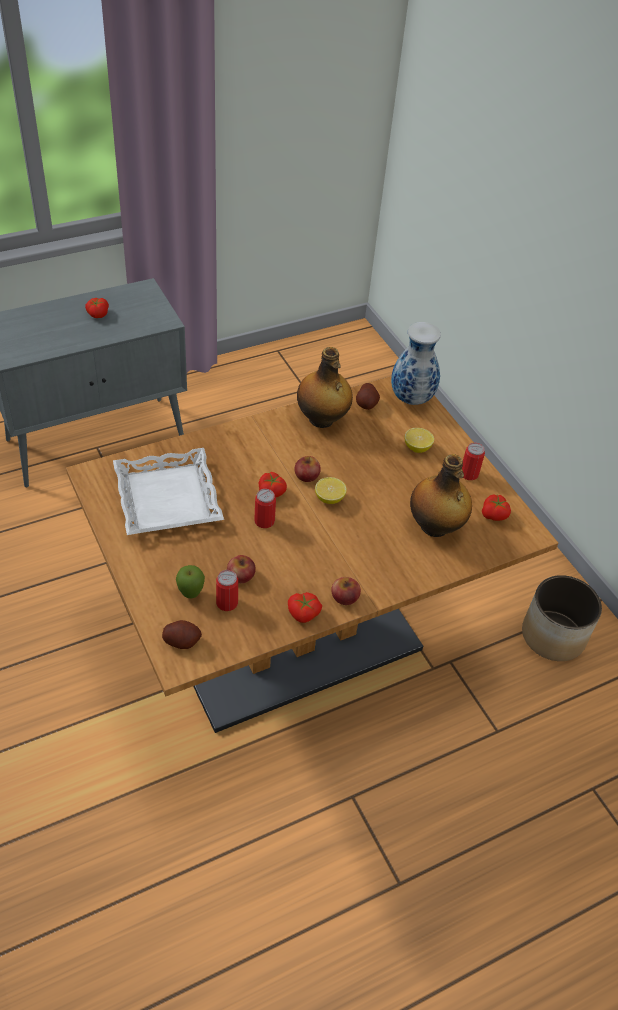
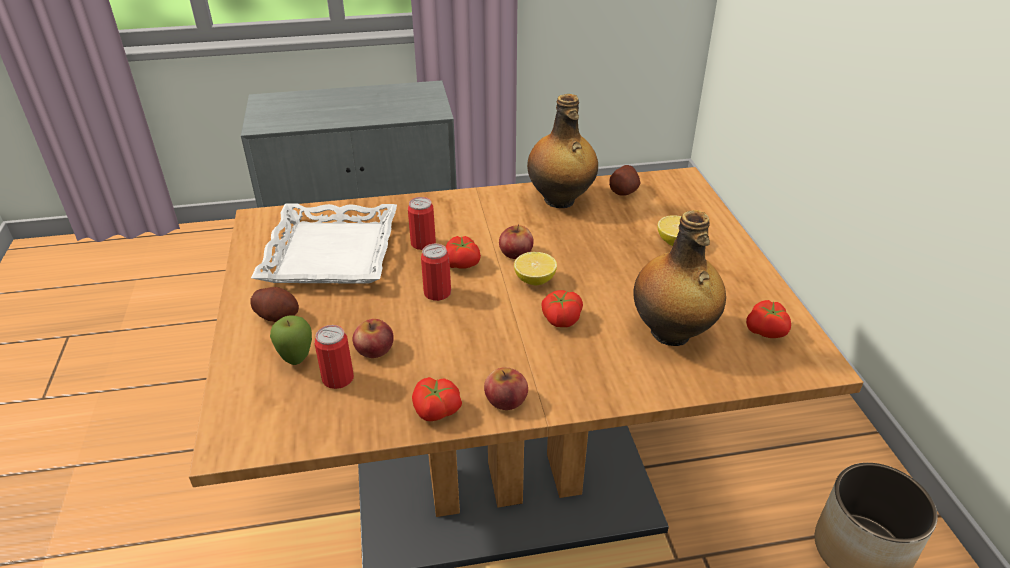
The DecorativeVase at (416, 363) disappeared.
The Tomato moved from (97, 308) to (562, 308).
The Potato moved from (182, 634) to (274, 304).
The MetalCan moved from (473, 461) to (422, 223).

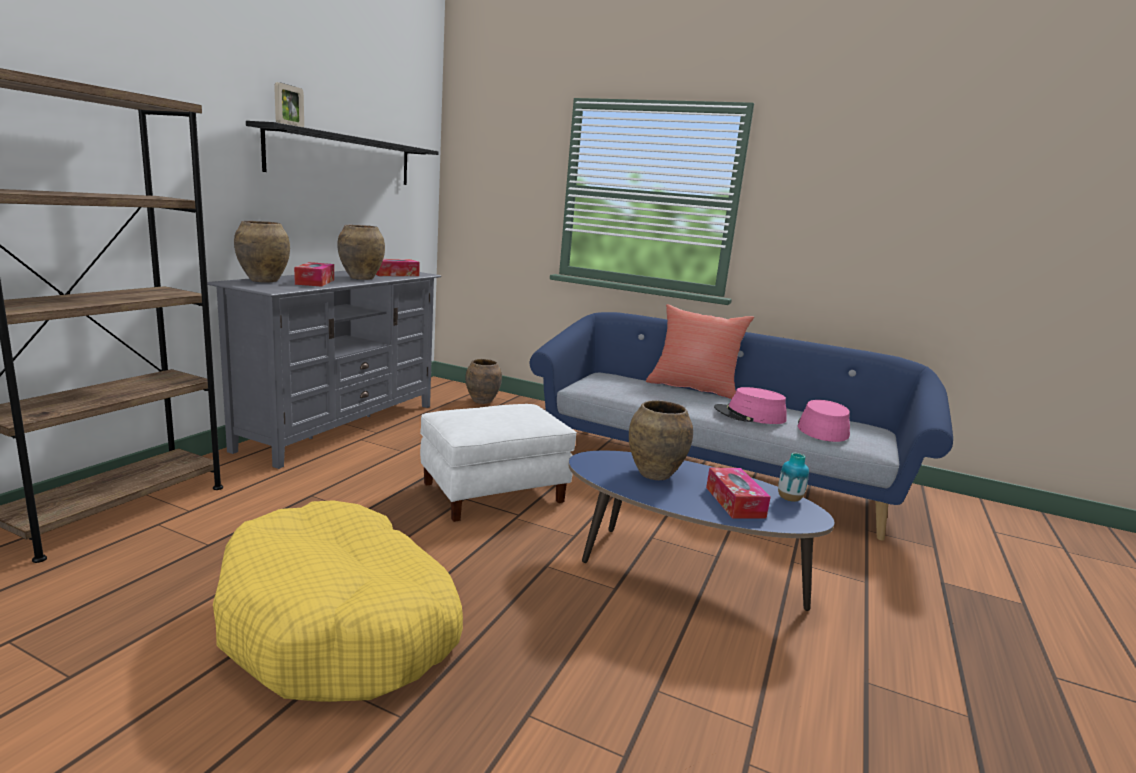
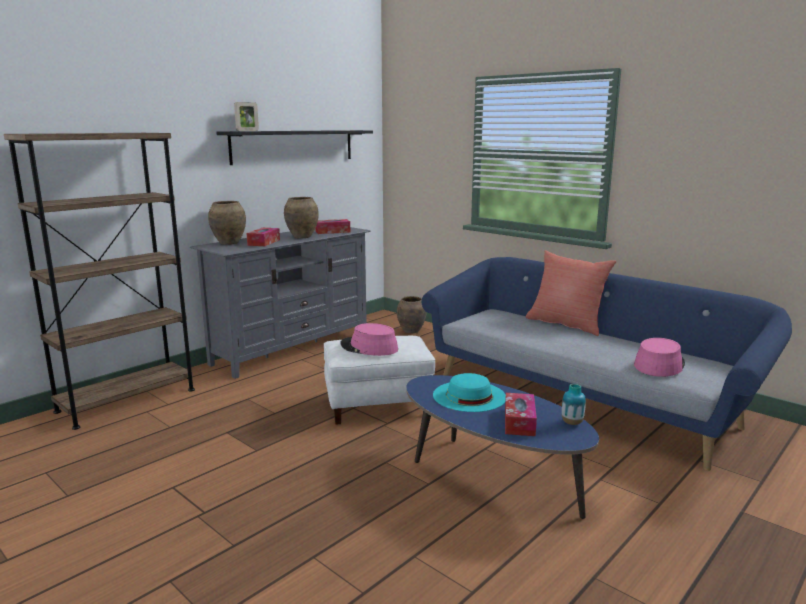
The YellowColouredPetBed at (338, 601) disappeared.
The PinkishClothingHat moved from (750, 405) to (369, 339).
The BrownishDecorativeVase at (661, 440) was replaced by the TurquoiseColouredClothingHat at (469, 392).

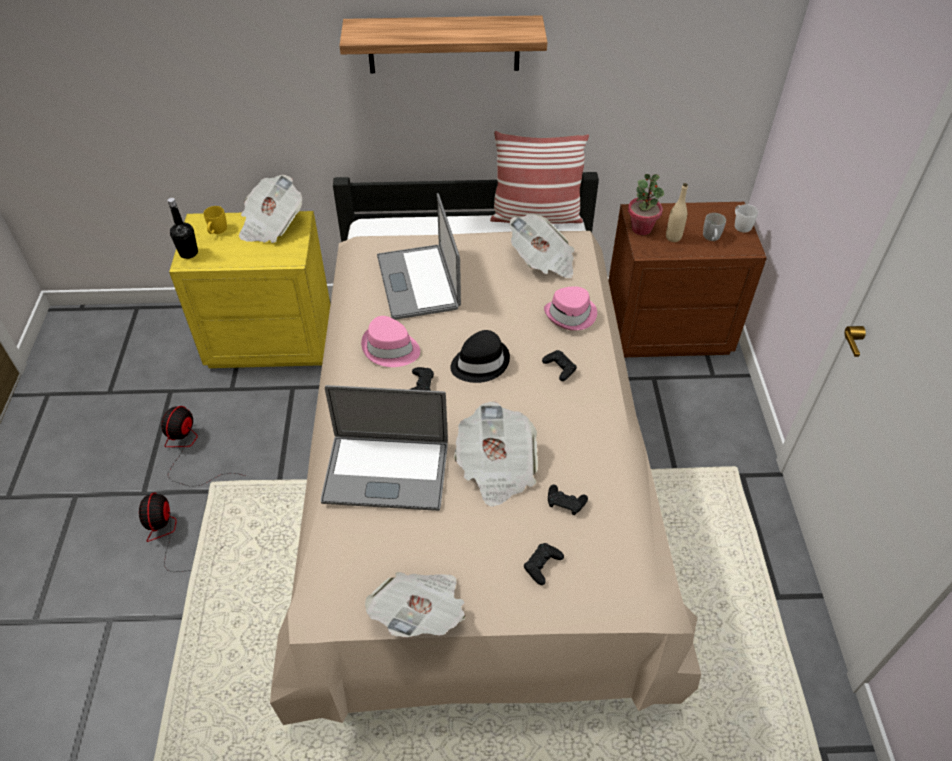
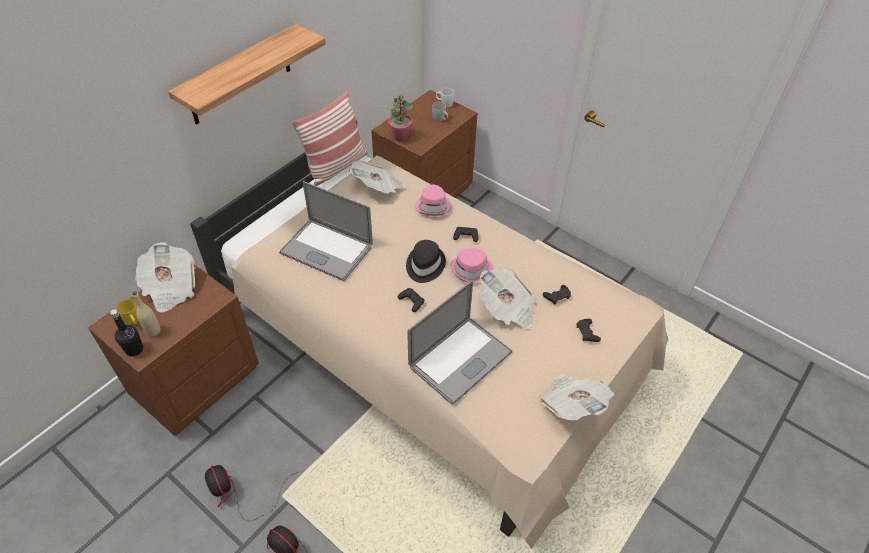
The PinkishClothingHat moved from (390, 341) to (471, 265).
The BeigeColouredBottle moved from (677, 212) to (146, 314).
The YellowColouredBedsideTable at (249, 289) became the BrownishBedsideTable at (173, 350).

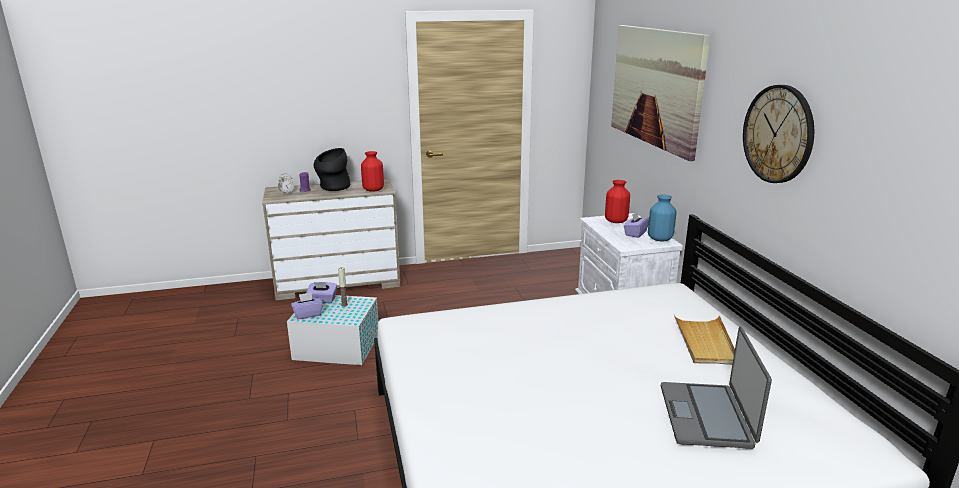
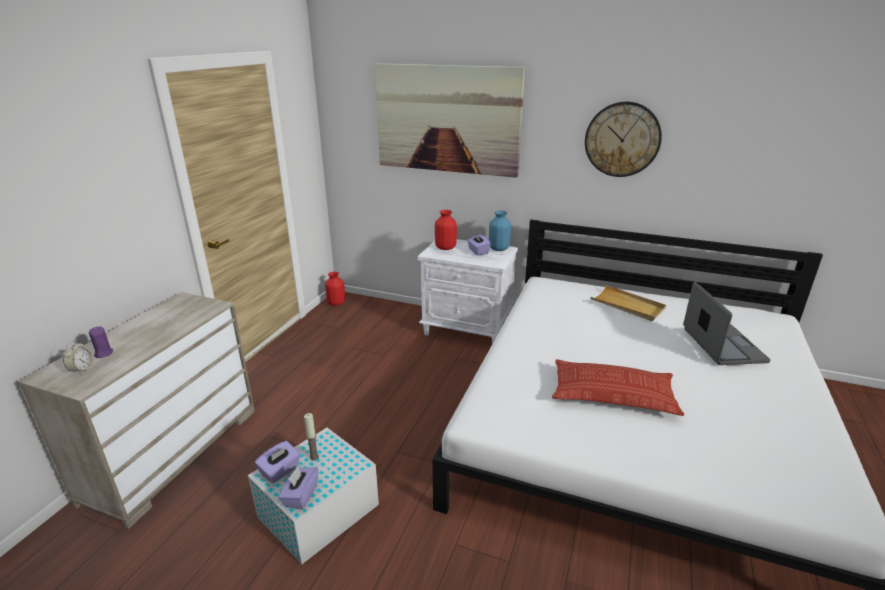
The BlackColouredDecorativeVase at (332, 169) disappeared.
The Pillow at (618, 387) appeared.
The RedDecorativeVase moved from (372, 171) to (335, 289).
The Laptop at (716, 388) turned 135 degrees counterclockwise.

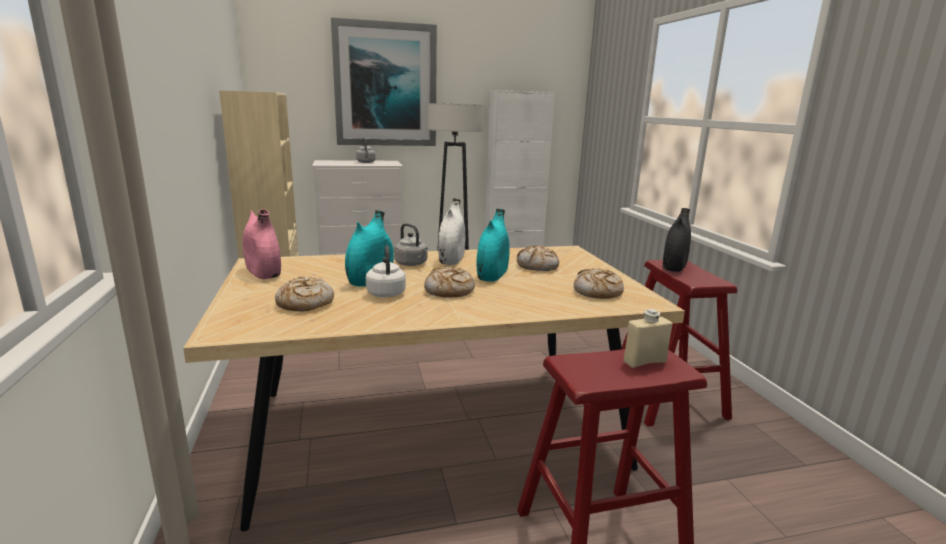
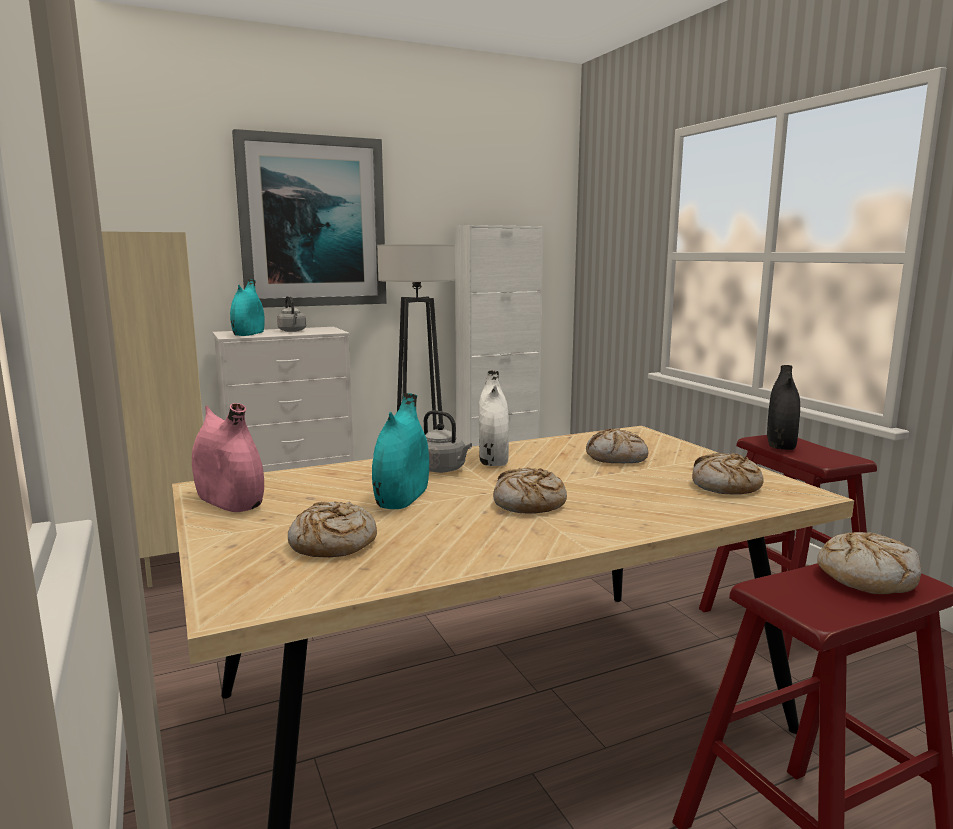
The WhitishTeaKettle at (386, 271) disappeared.
The TurquoiseColouredDecorativeVase moved from (493, 245) to (247, 307).
The BeigeColouredBottle at (648, 338) was replaced by the Bread at (869, 563).

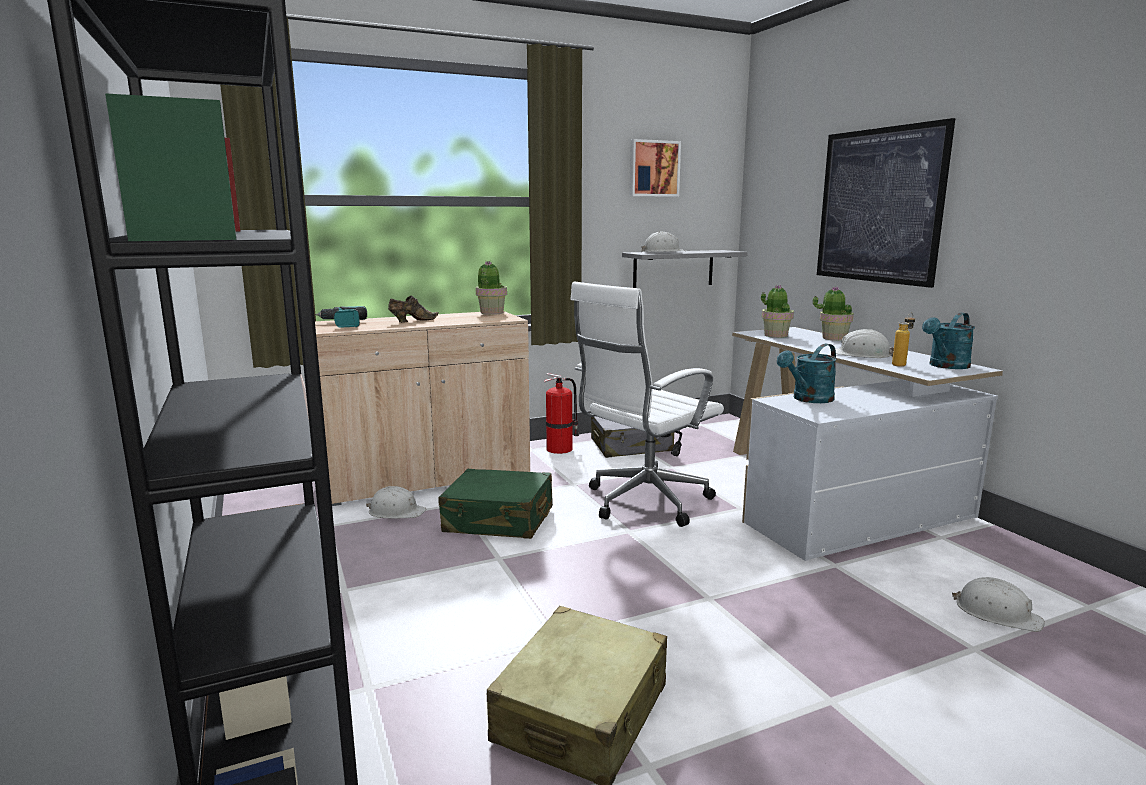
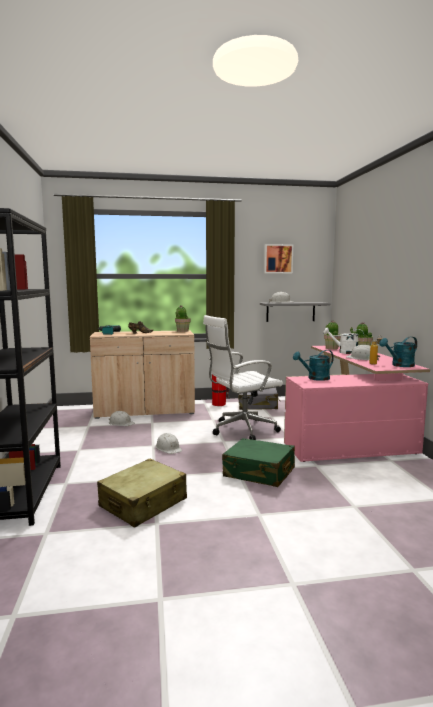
The Picture at (886, 203) disappeared.
The WhitishWateringCan at (343, 340) appeared.
The GreenishTravelCase moved from (495, 504) to (258, 462).
The WhitishHardHat moved from (998, 604) to (168, 443).
The WhitishDesk at (867, 444) became the PinkishDesk at (357, 404).

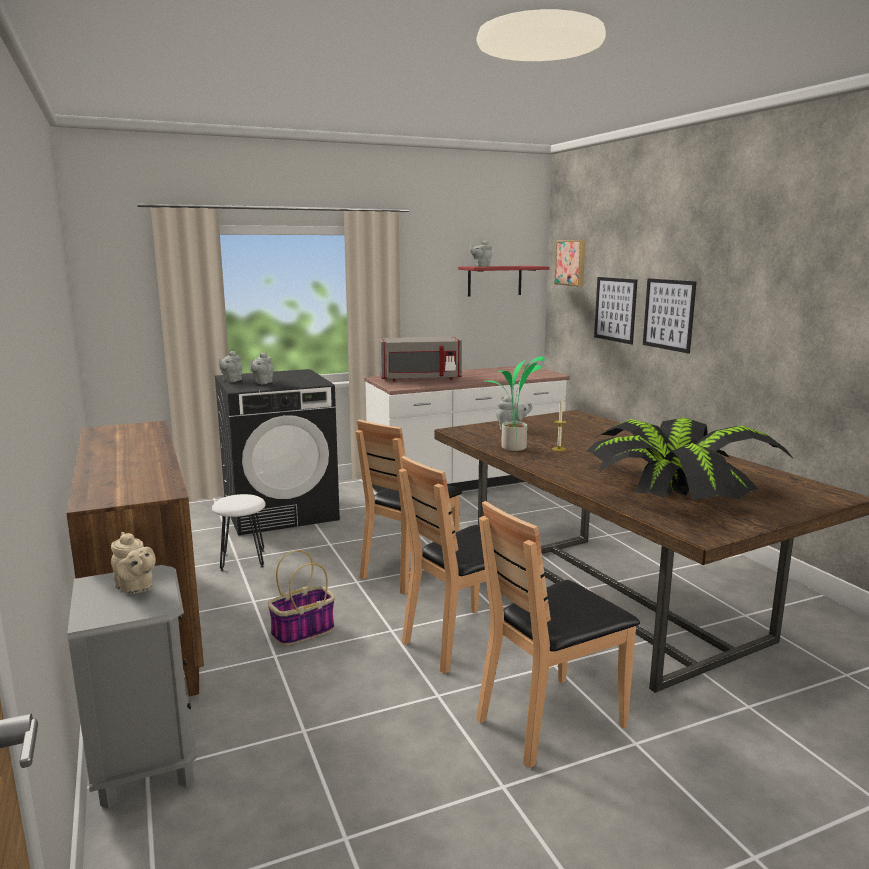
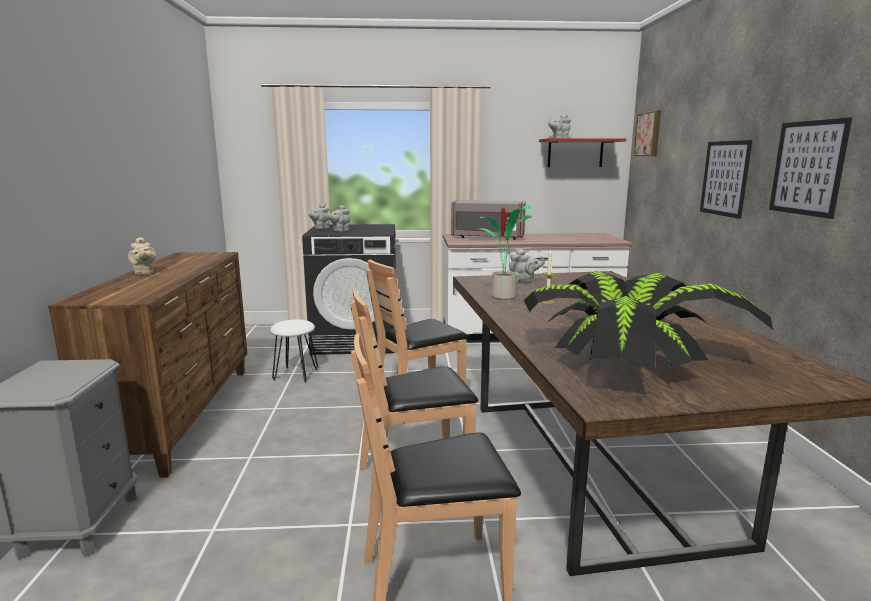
The StorageBasket at (301, 598) disappeared.
The BeigeColouredTeaPot moved from (133, 563) to (142, 255).
The Picture moved from (615, 310) to (810, 168).

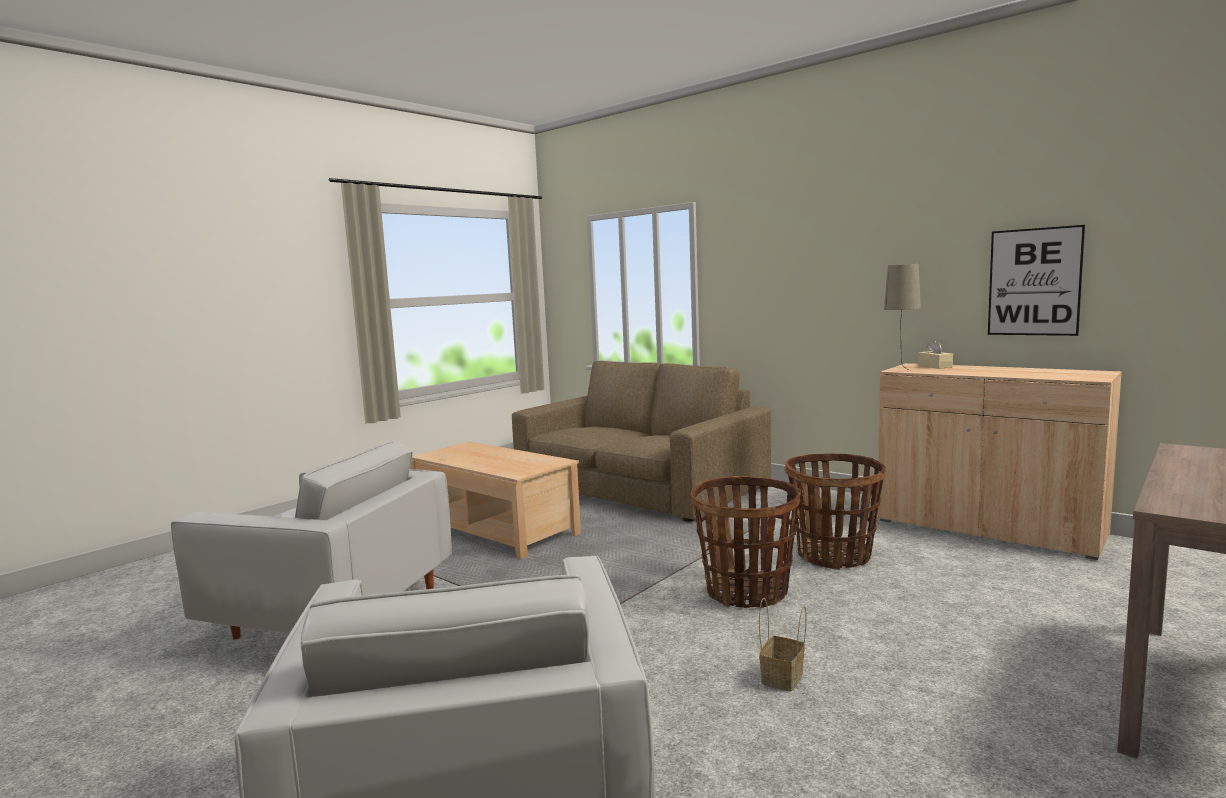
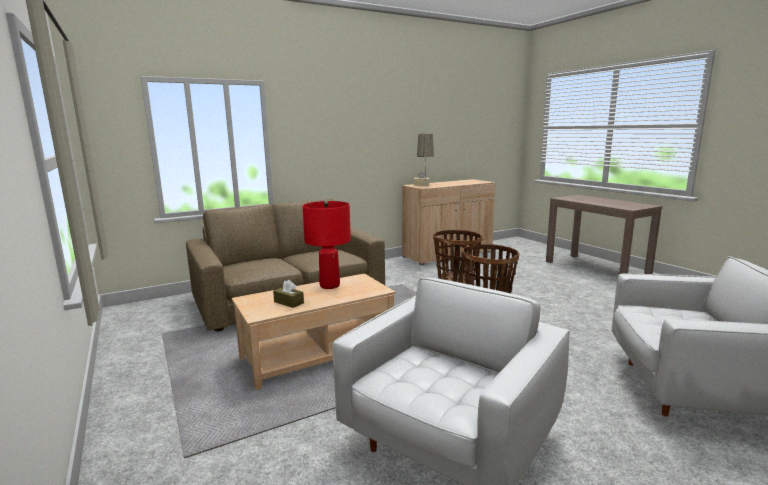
The StorageBasket at (783, 645) disappeared.
The Picture at (1036, 280) disappeared.
The BrownishTissueBox at (288, 294) appeared.
The RedTableLamp at (326, 245) appeared.

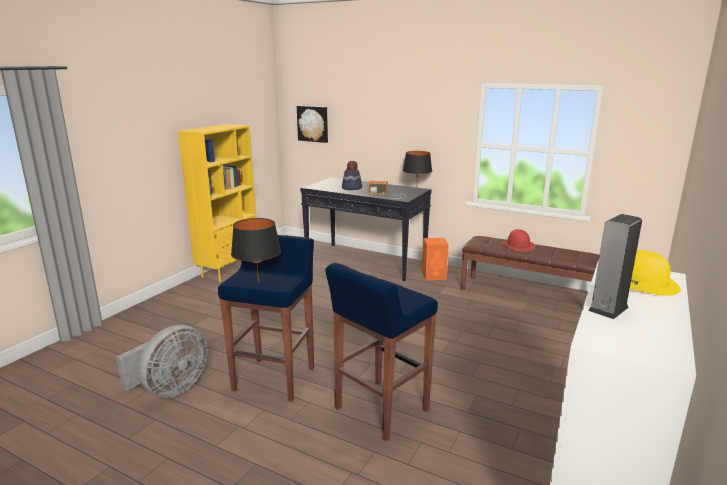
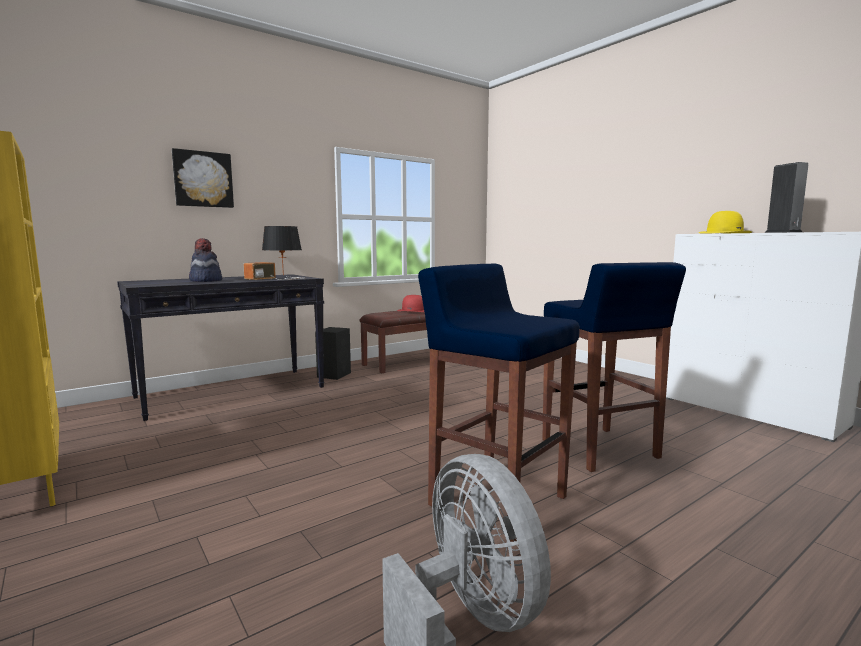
The BlackColouredTableLamp at (256, 250) disappeared.
The Picture moved from (312, 124) to (203, 178).
The OrangeColouredAudioSpeaker at (435, 259) became the BlackColouredAudioSpeaker at (333, 353).

